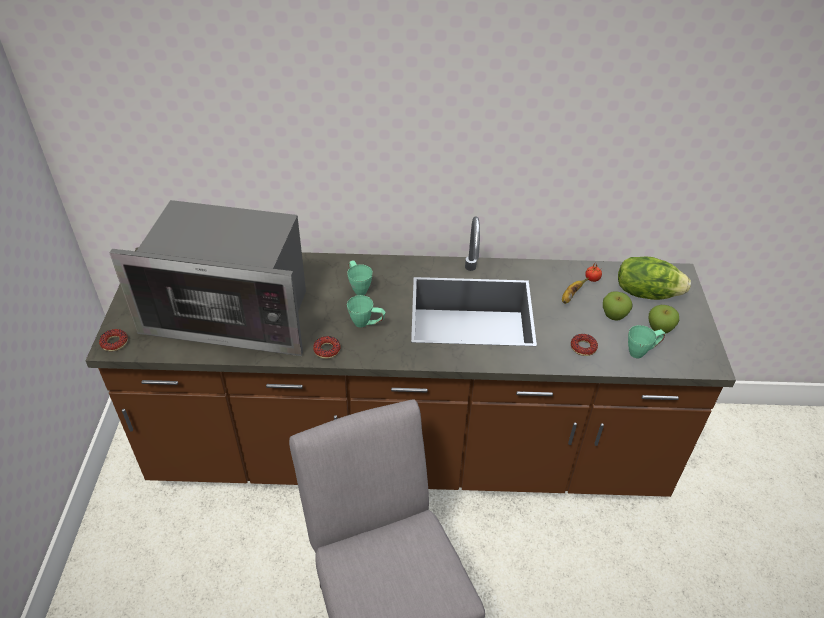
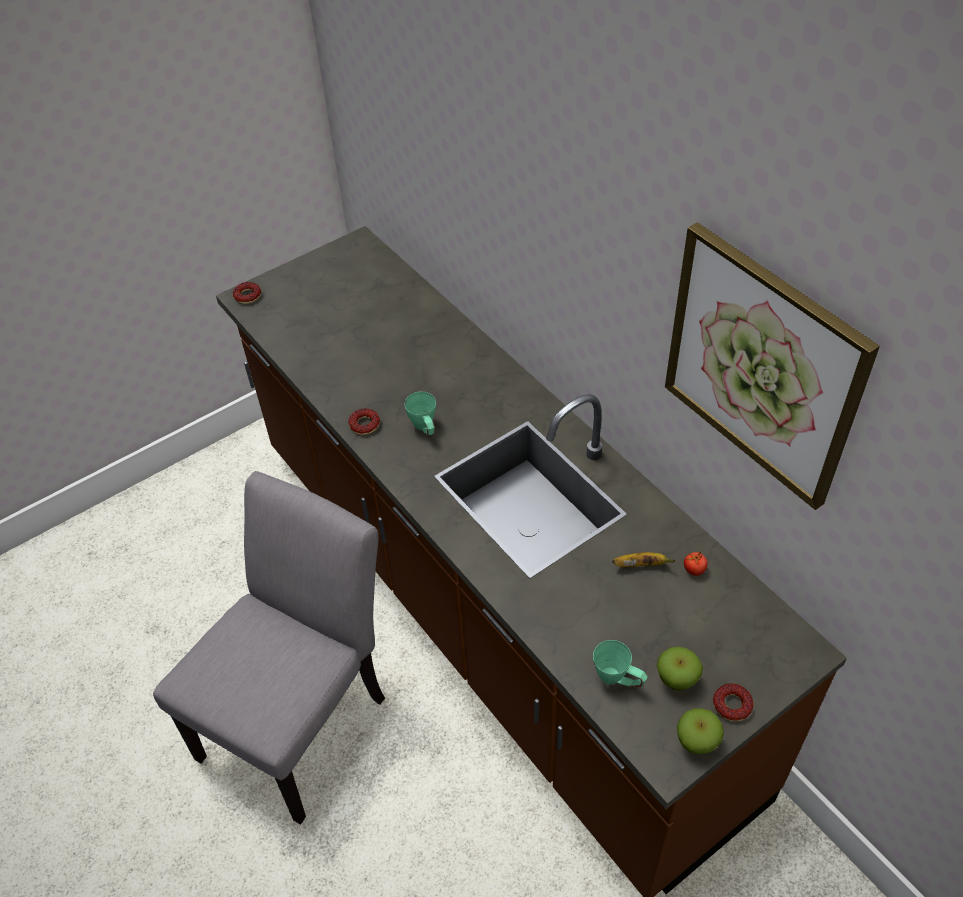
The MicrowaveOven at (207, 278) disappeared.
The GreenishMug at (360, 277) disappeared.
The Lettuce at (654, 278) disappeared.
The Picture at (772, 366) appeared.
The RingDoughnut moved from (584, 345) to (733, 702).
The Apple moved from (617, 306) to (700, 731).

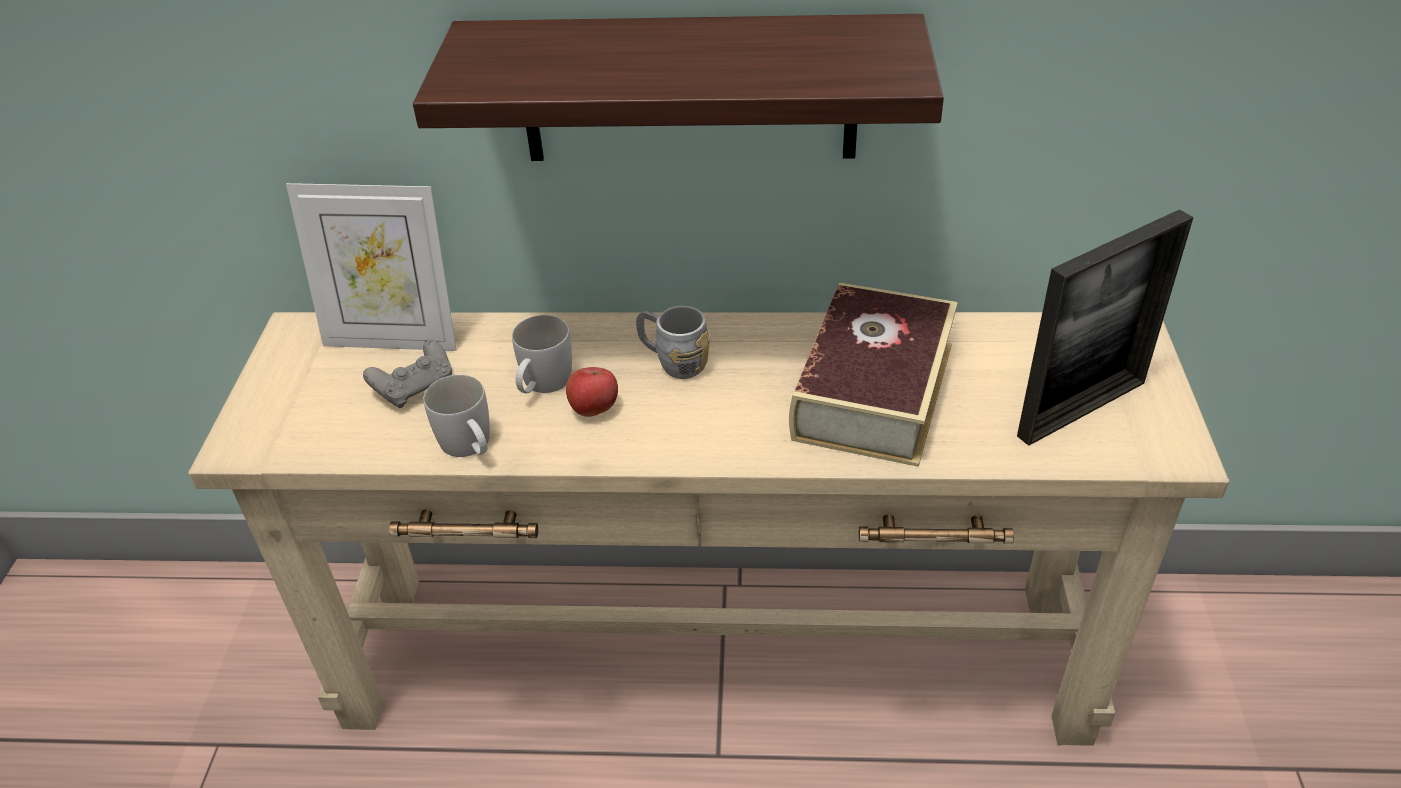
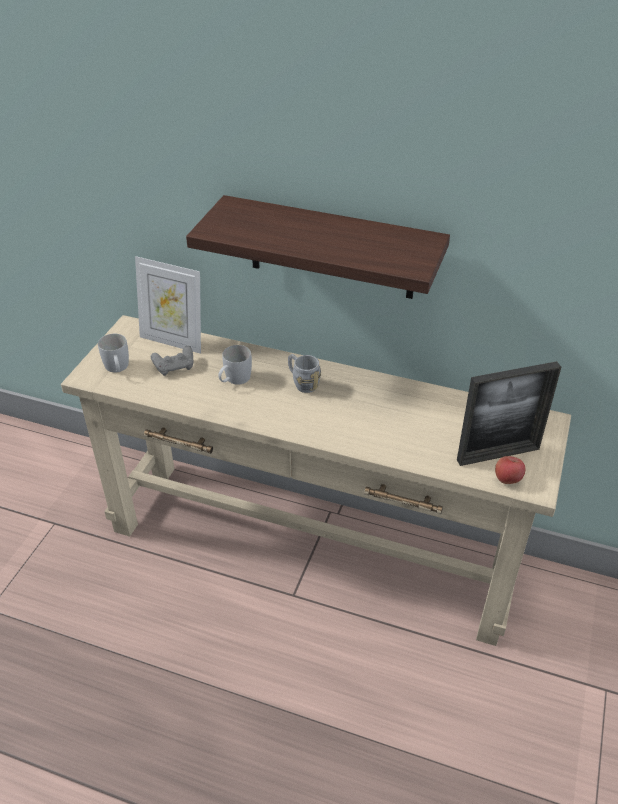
The Volume at (873, 374) disappeared.
The WhitishMug moved from (456, 416) to (113, 353).
The Apple moved from (592, 392) to (510, 470).

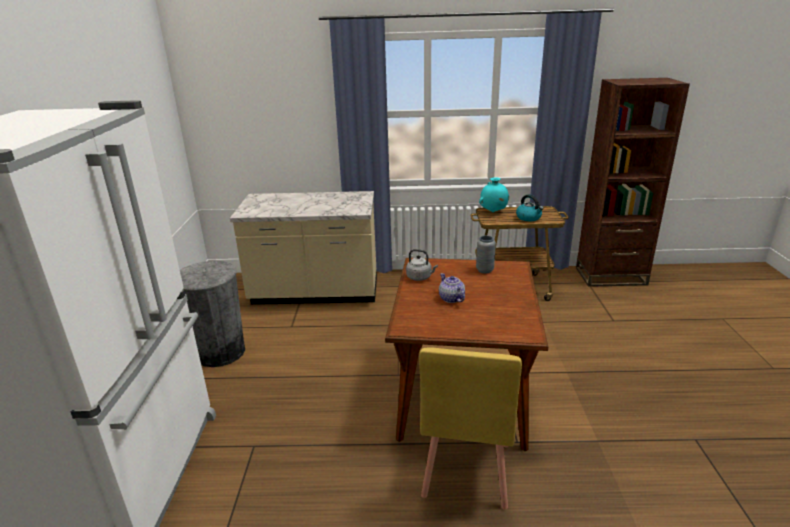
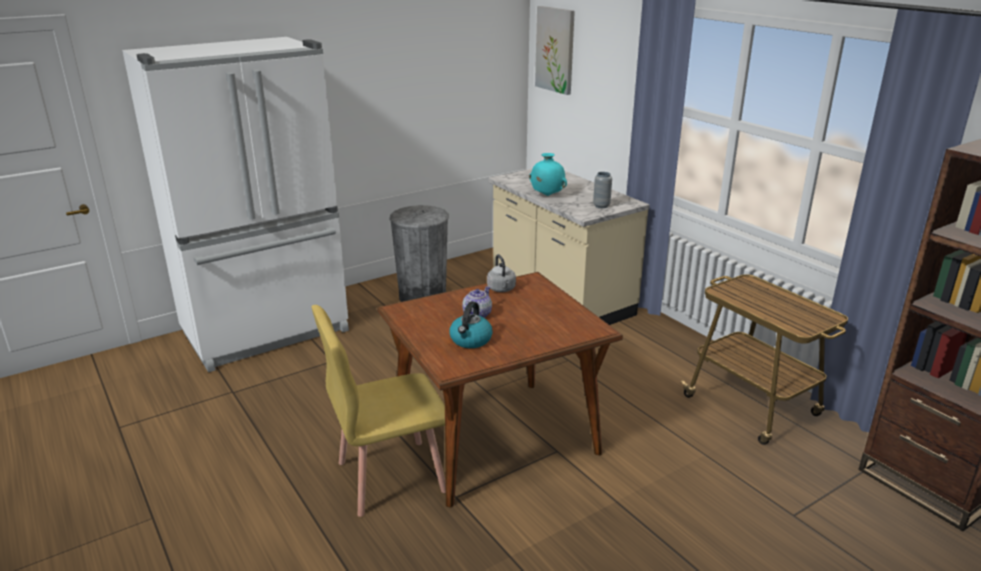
The Picture at (555, 50) appeared.
The GreyDecorativeVase moved from (486, 255) to (602, 190).
The TurquoiseColouredDecorativeVase moved from (494, 194) to (548, 174).
The TeaKettle moved from (530, 207) to (471, 324).

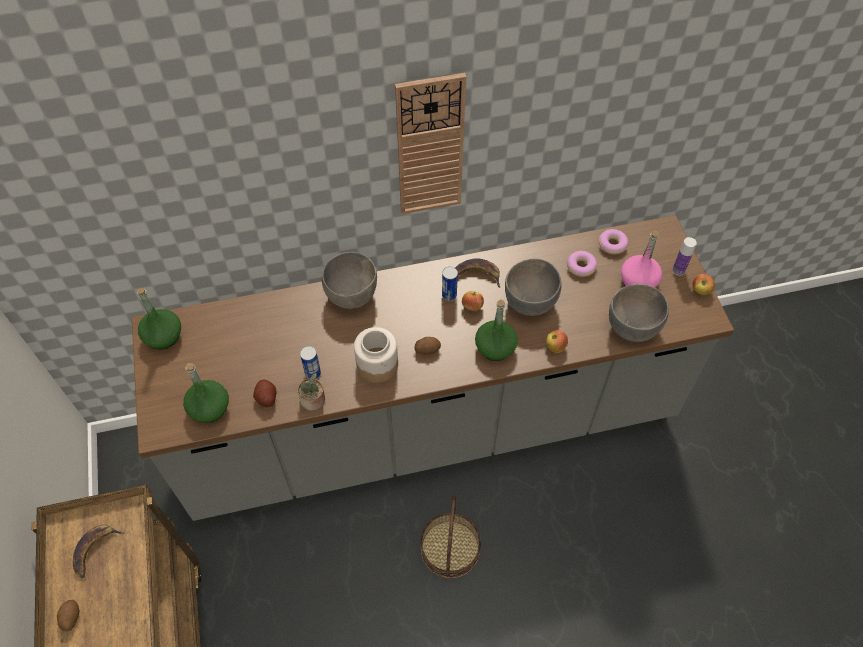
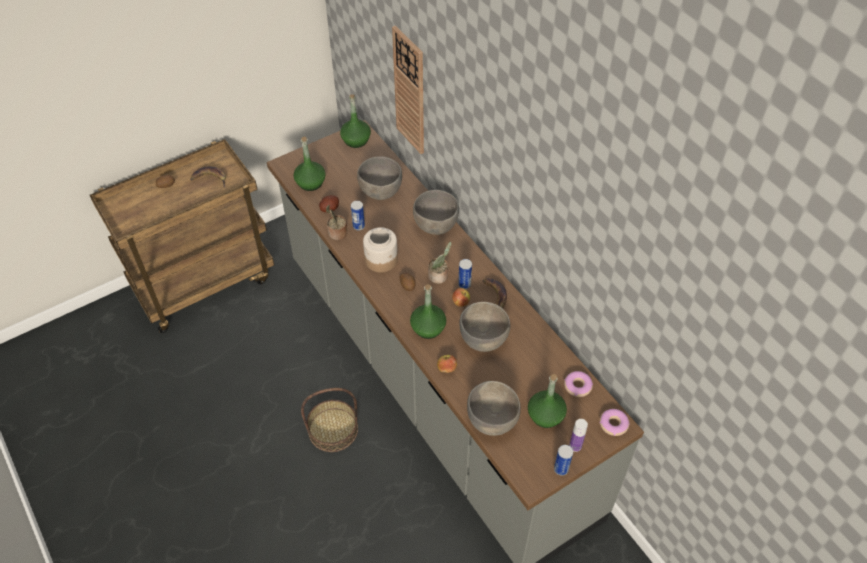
The GreyServingBowl at (379, 178) appeared.
The PottedPlant at (440, 263) appeared.
The HangingClock moved from (430, 143) to (408, 90).
The RingDoughnut moved from (582, 264) to (615, 422).
The Apple at (703, 284) was replaced by the MetalCan at (563, 460).
The PinkishBottle at (641, 259) became the GreenishBottle at (547, 401).

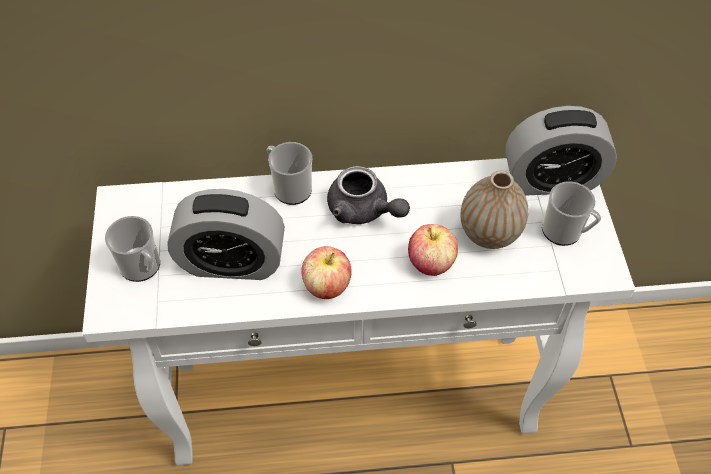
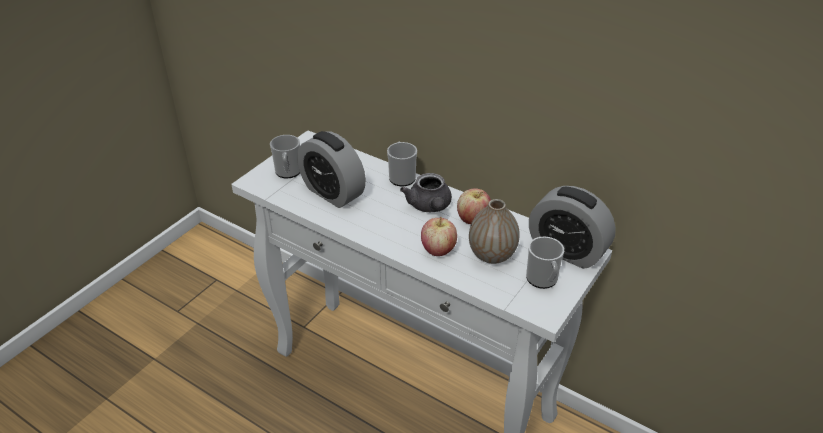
The Apple moved from (326, 272) to (474, 206).

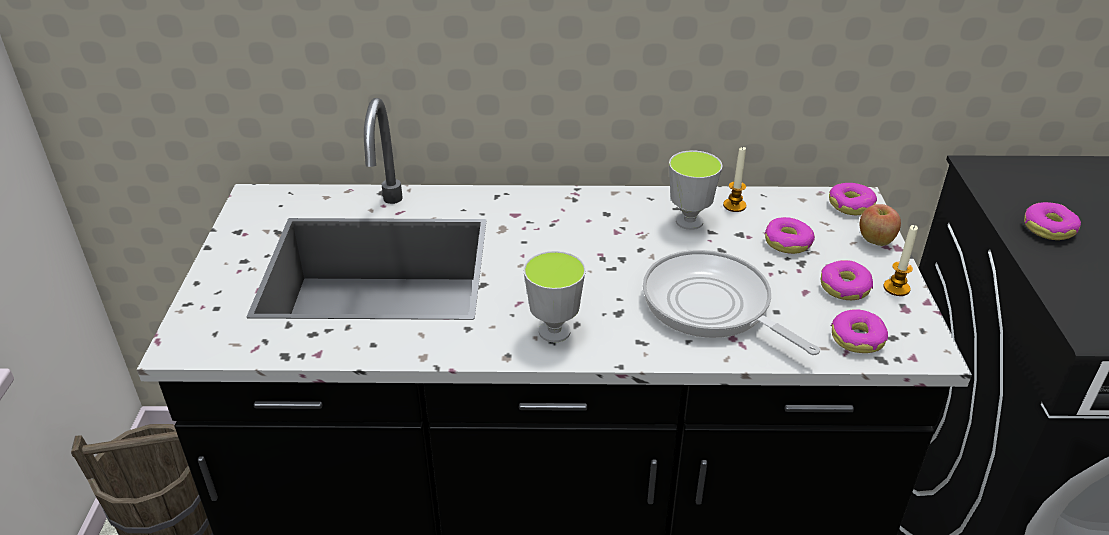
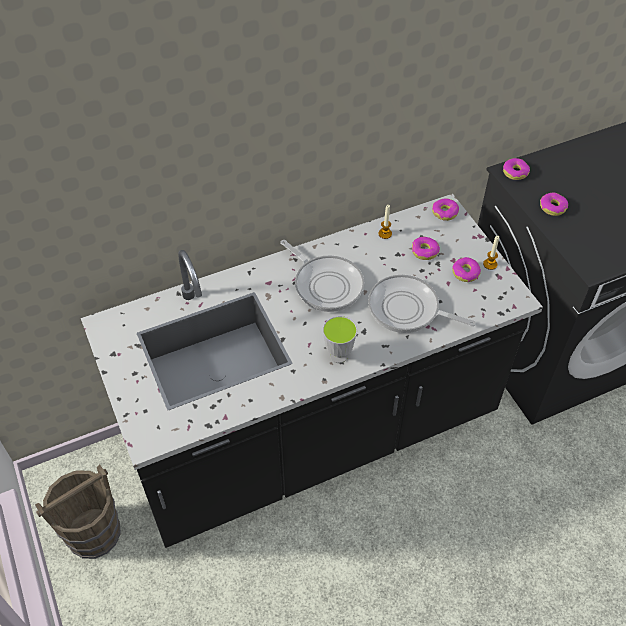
The SmallCup at (695, 190) disappeared.
The Apple at (880, 225) disappeared.
The FryingPan at (322, 276) appeared.
The RingDoughnut moved from (859, 331) to (516, 169).

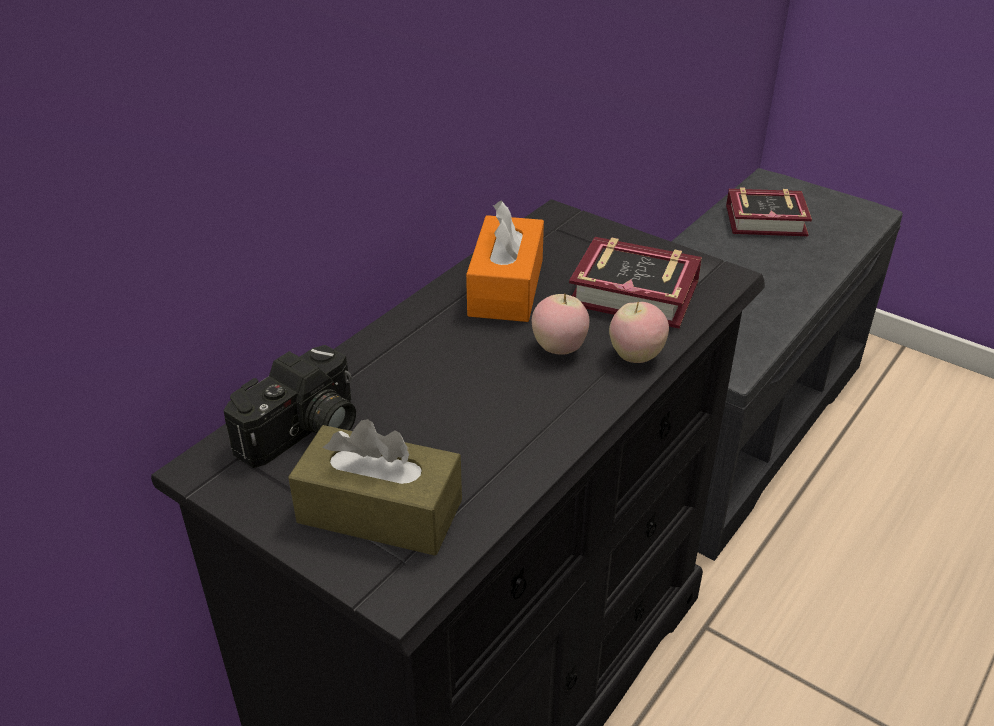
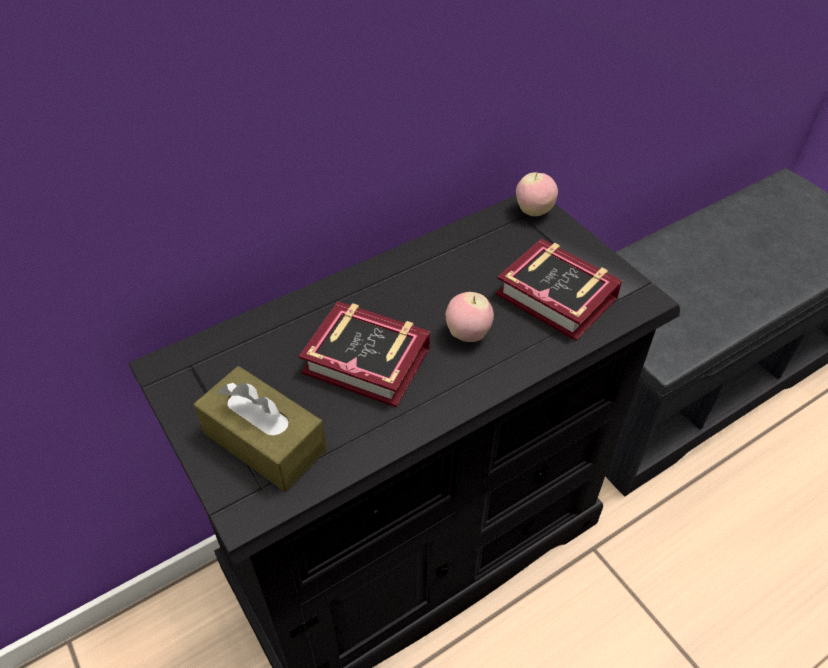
The PhotoCamera at (289, 406) disappeared.
The OrangeColouredTissueBox at (505, 261) disappeared.
The Apple moved from (639, 332) to (537, 194).
The Volume moved from (769, 211) to (364, 354).

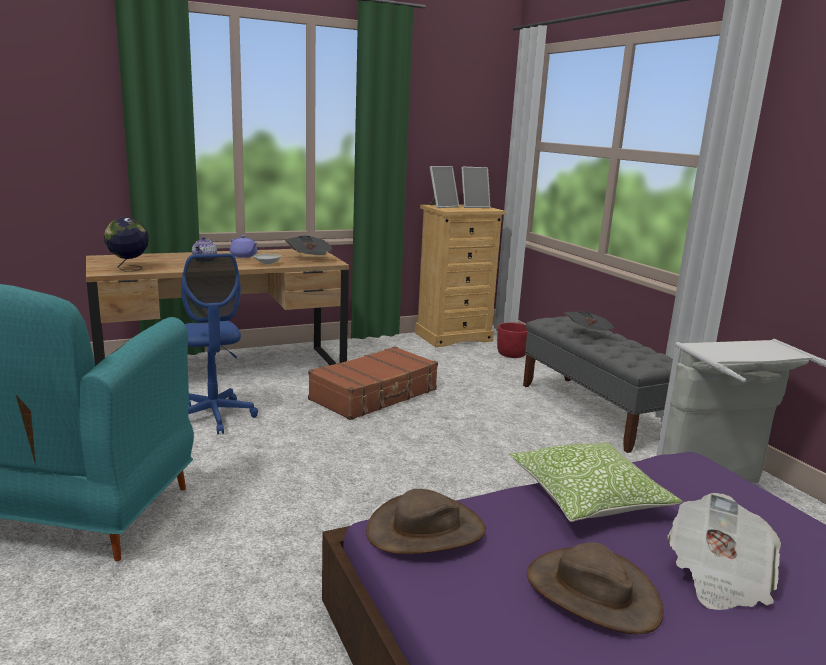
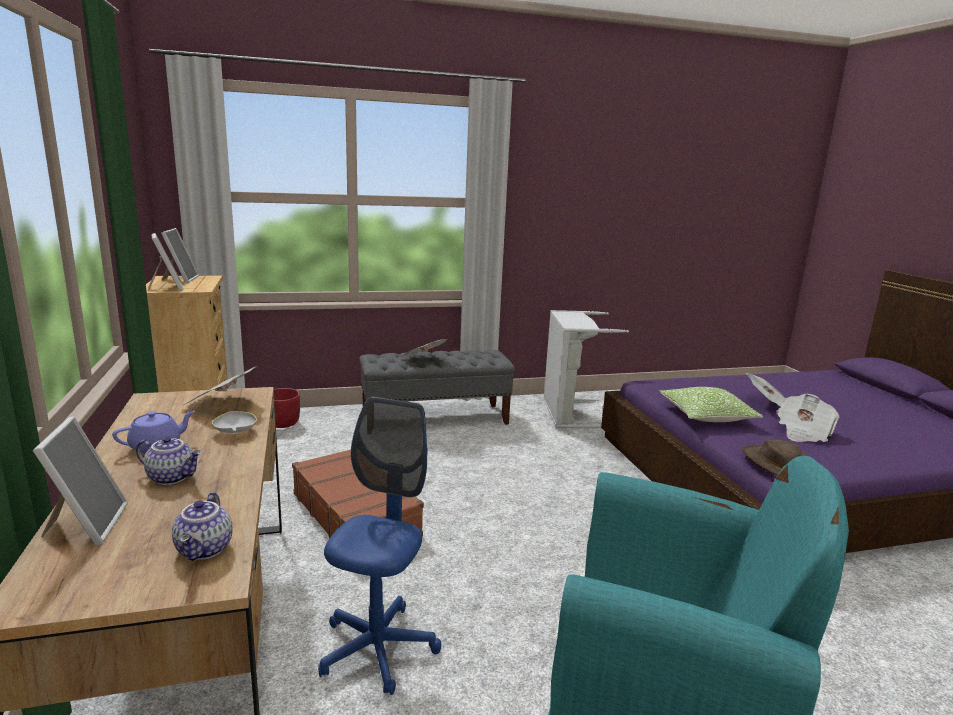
The StandingFrame at (80, 480) appeared.
The DeskGlobe at (126, 244) was replaced by the TeaPot at (202, 526).
The BrownishClothingHat at (595, 588) was replaced by the PrintedPaper at (808, 418).
The BlueColouredDeskChair at (219, 343) turned 60 degrees counterclockwise.

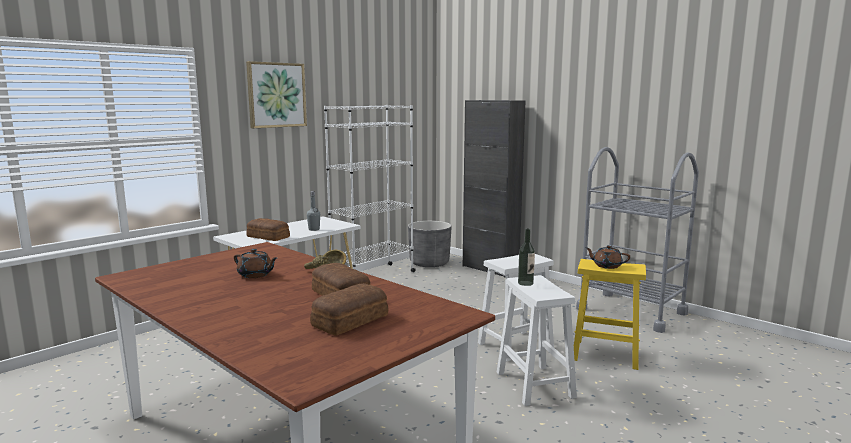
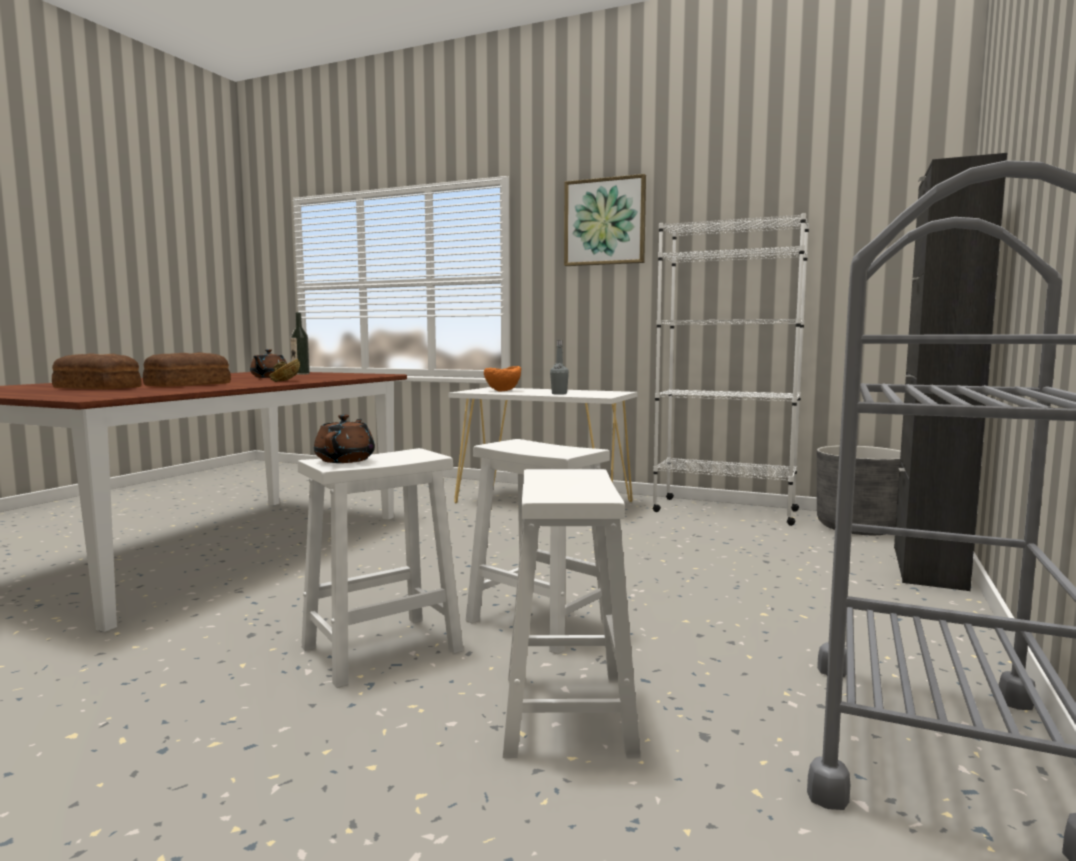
The Bottle moved from (526, 257) to (300, 343).
The BrownishTeaPot moved from (607, 257) to (344, 439).
The Bread at (268, 229) was replaced by the OrangeColouredServingBowl at (502, 378).
The YellowColouredStoolSeat at (610, 314) became the WhitishStoolSeat at (572, 613).

